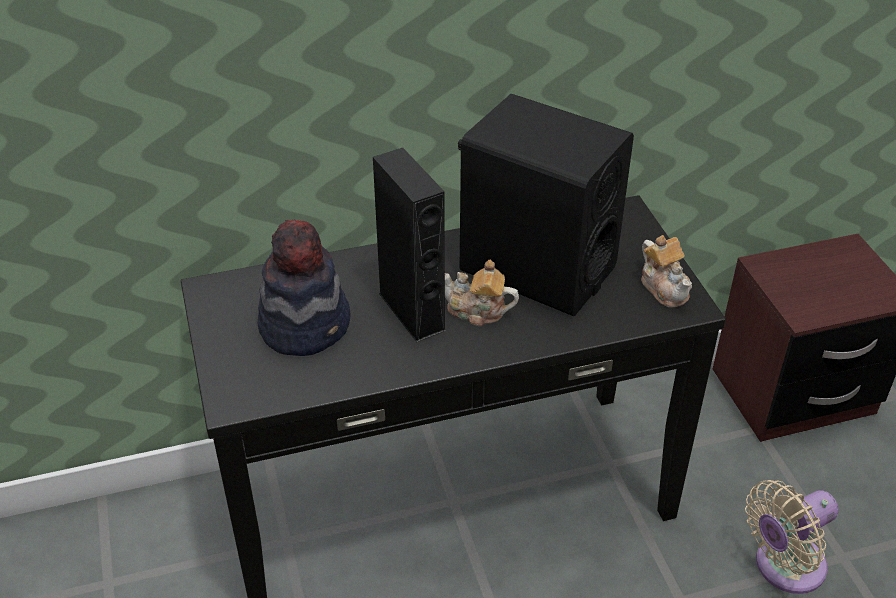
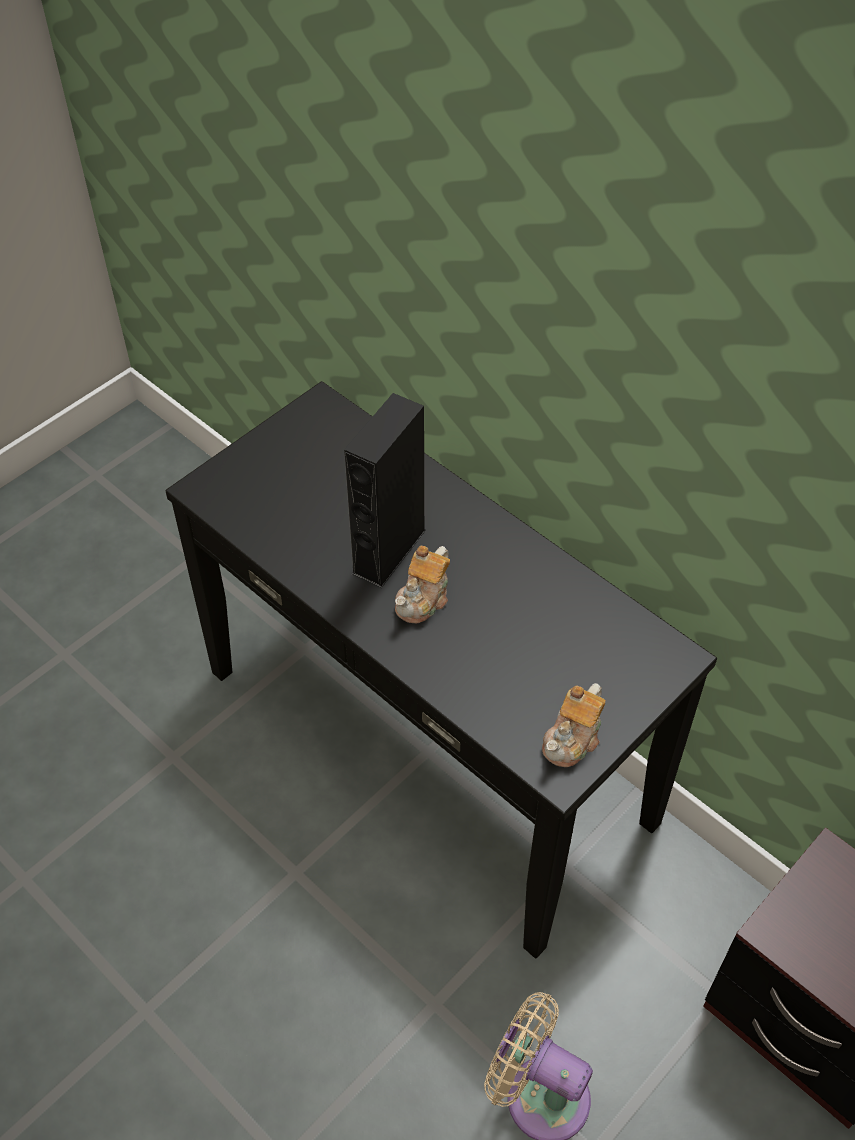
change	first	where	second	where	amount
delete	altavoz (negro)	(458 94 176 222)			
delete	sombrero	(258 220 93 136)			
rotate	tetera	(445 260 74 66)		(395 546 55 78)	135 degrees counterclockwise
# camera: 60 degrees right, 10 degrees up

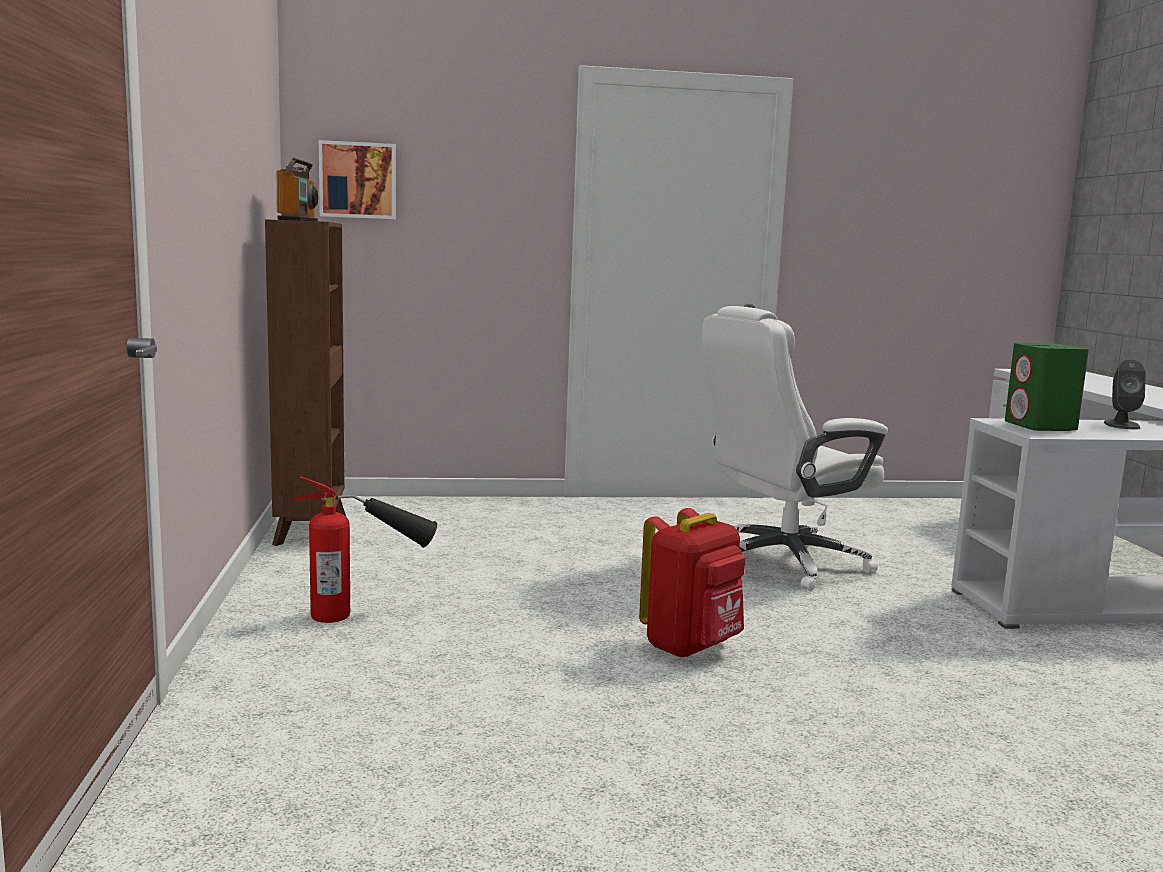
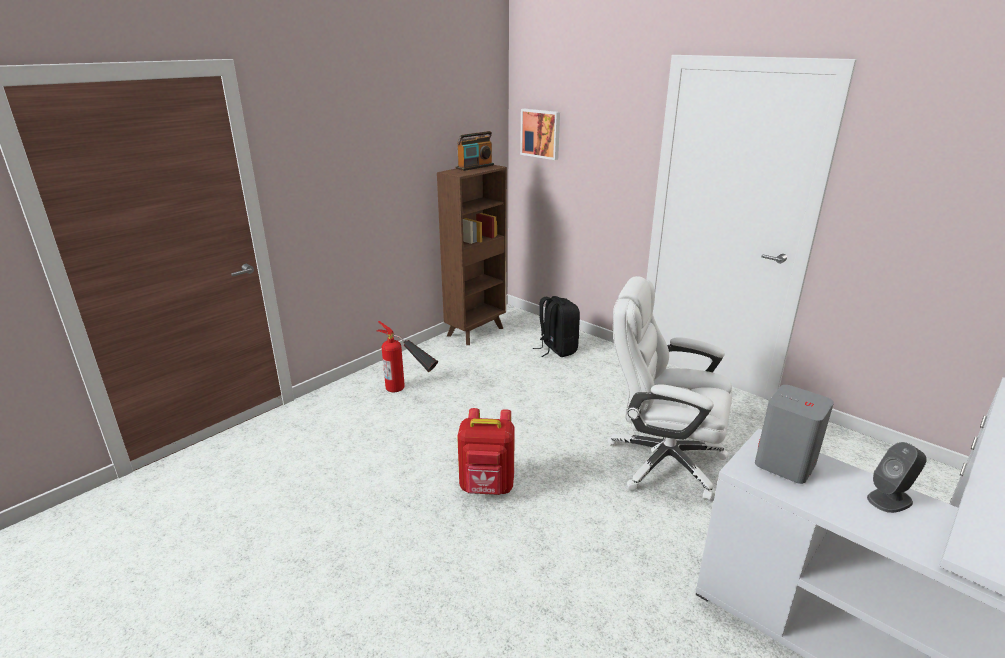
change	first	where	second	where	amount
recolor	altavoz (verde)	(1005 343 84 88)	altavoz (gris)	(755 385 79 99)	
insert			mochila (negro)	(533 296 47 61)	
# camera: 50 degrees right, 15 degrees up

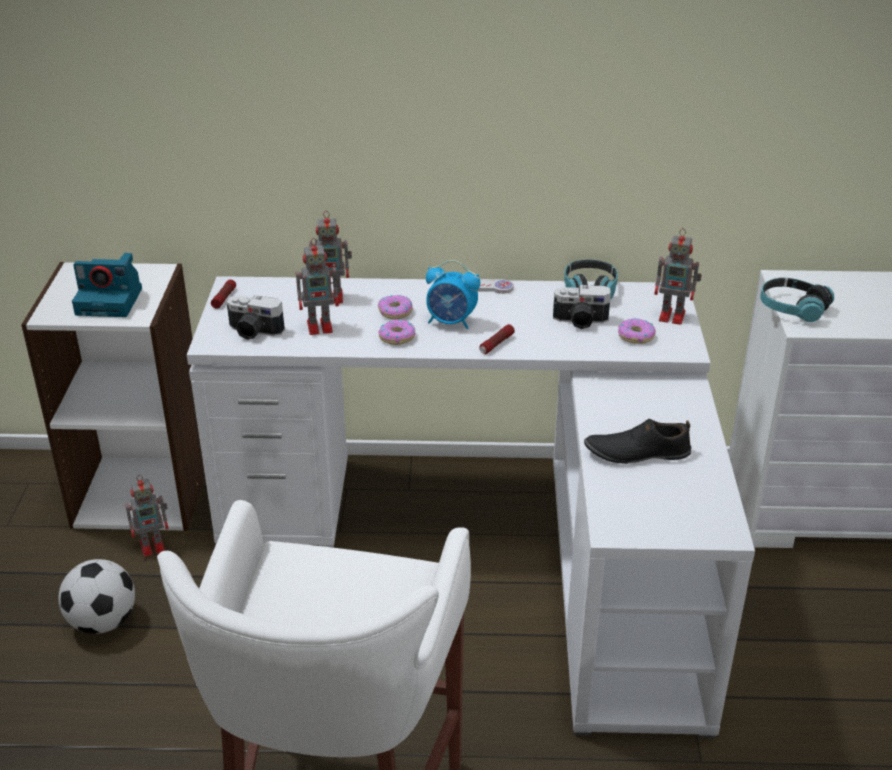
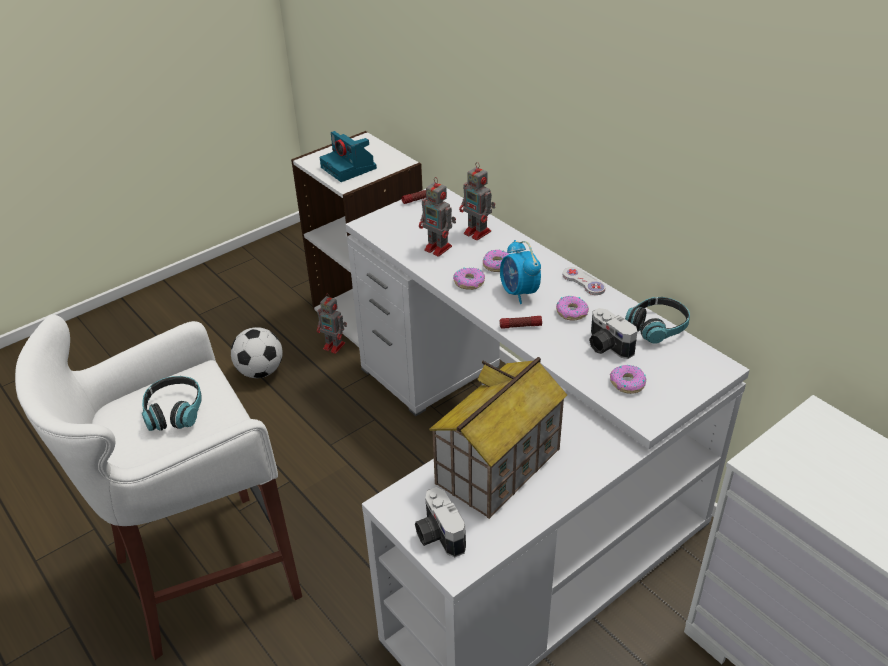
change	first	where	second	where	amount
delete	robot de juguete	(654 228 48 97)			
move	auriculares	(760 278 74 44)		(142 376 60 55)	
move	cámara	(226 295 59 45)		(415 487 51 70)	
replace	zapato (negro)	(584 419 107 45)	casita	(429 357 138 162)	
insert			rosquilla	(556 296 33 25)	
# camera: 50 degrees right, 5 degrees up

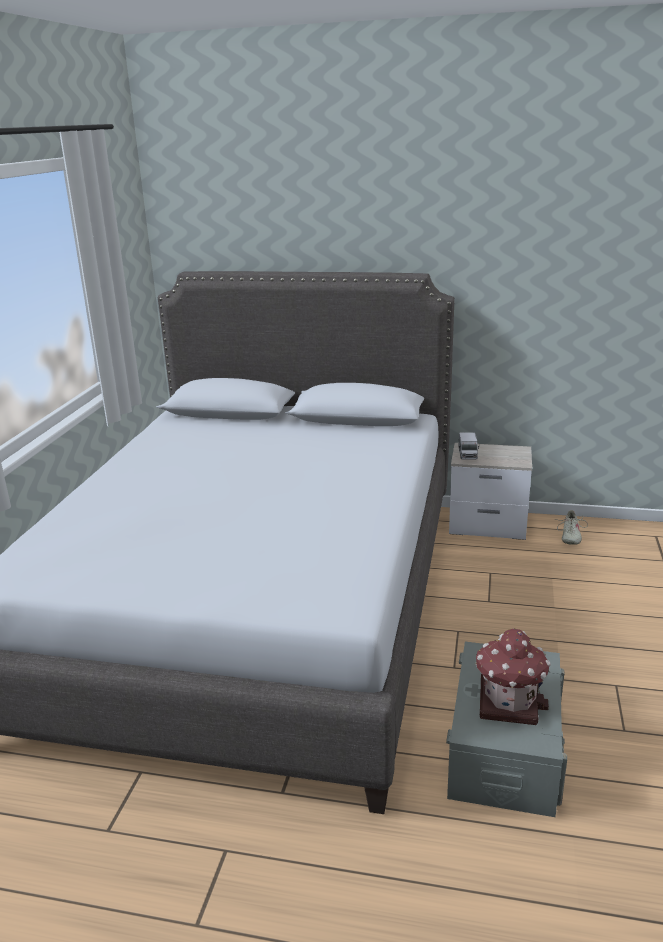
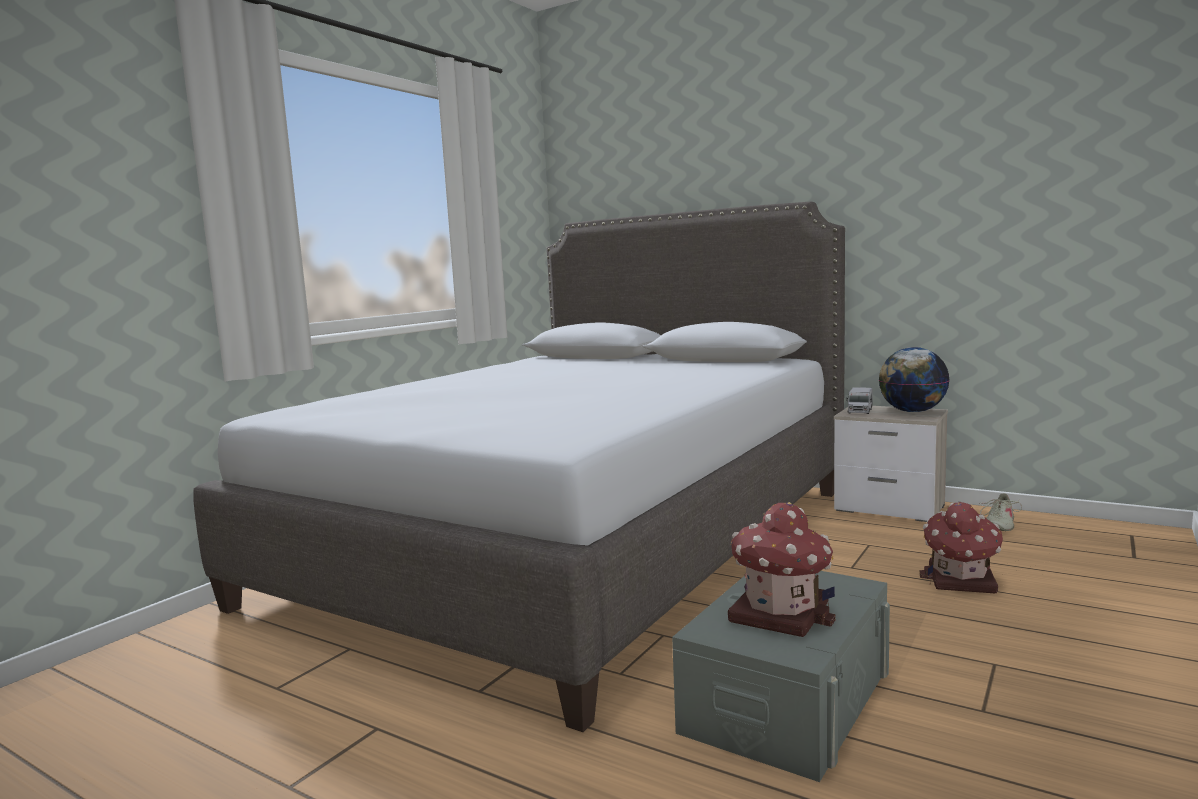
change	first	where	second	where	amount
insert			globo terráqueo	(879 347 71 66)	
insert			casita	(920 501 83 92)	
# camera: 20 degrees right, 15 degrees down

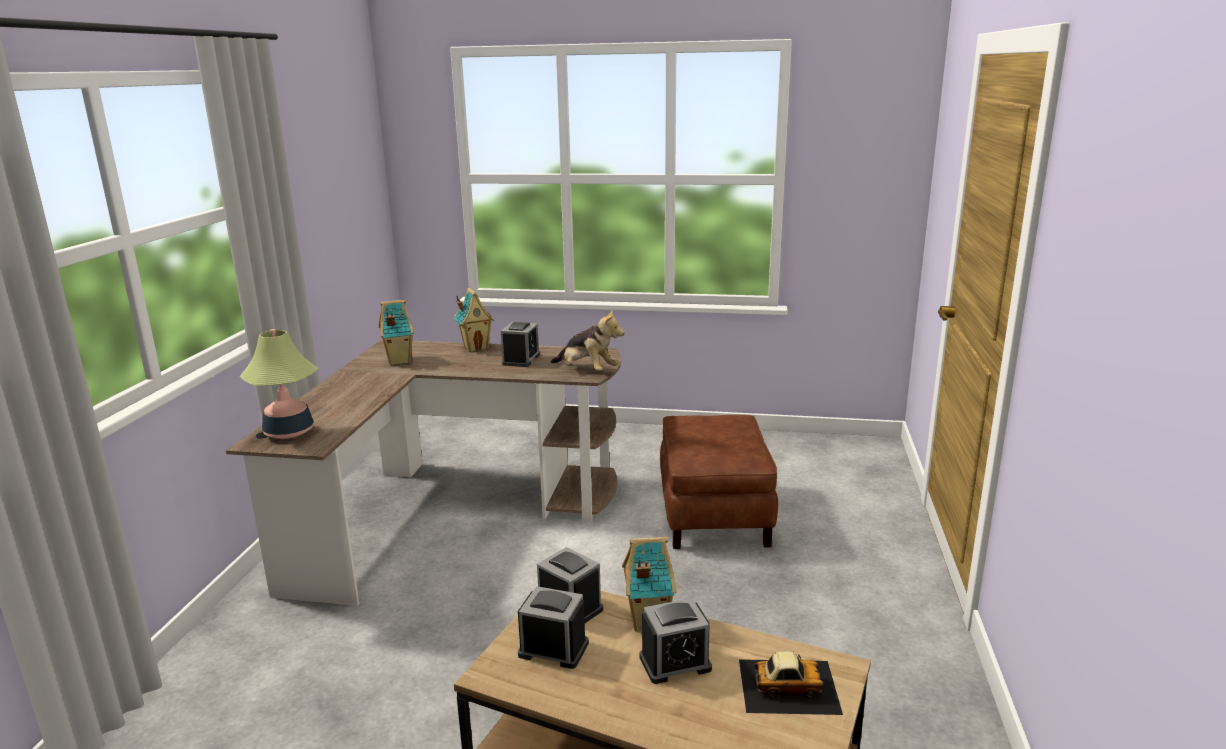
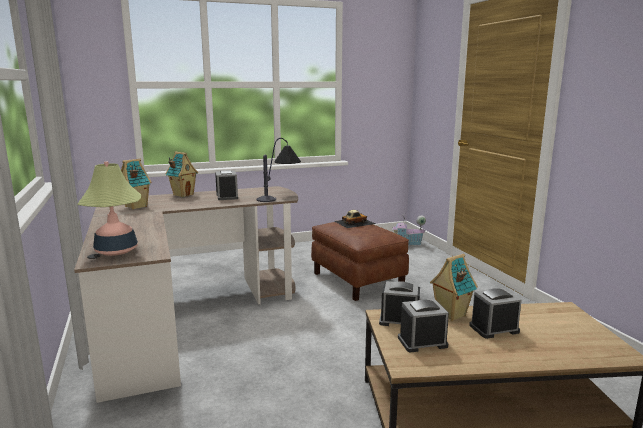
change	first	where	second	where	amount
replace	peluche	(551 309 74 62)	lámpara de mesa	(257 138 44 64)	
rotate	despertador	(639 598 73 86)		(469 288 53 51)	150 degrees counterclockwise
move	coche de juguete	(739 651 104 64)		(334 210 41 18)	
insert			casita	(392 213 34 33)	
# camera: 30 degrees left, 5 degrees down

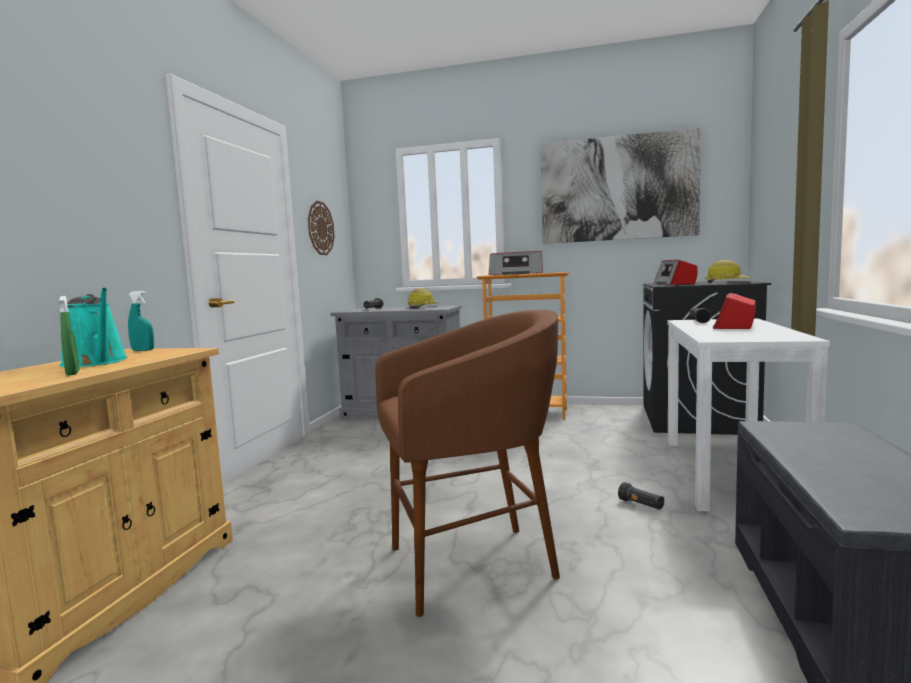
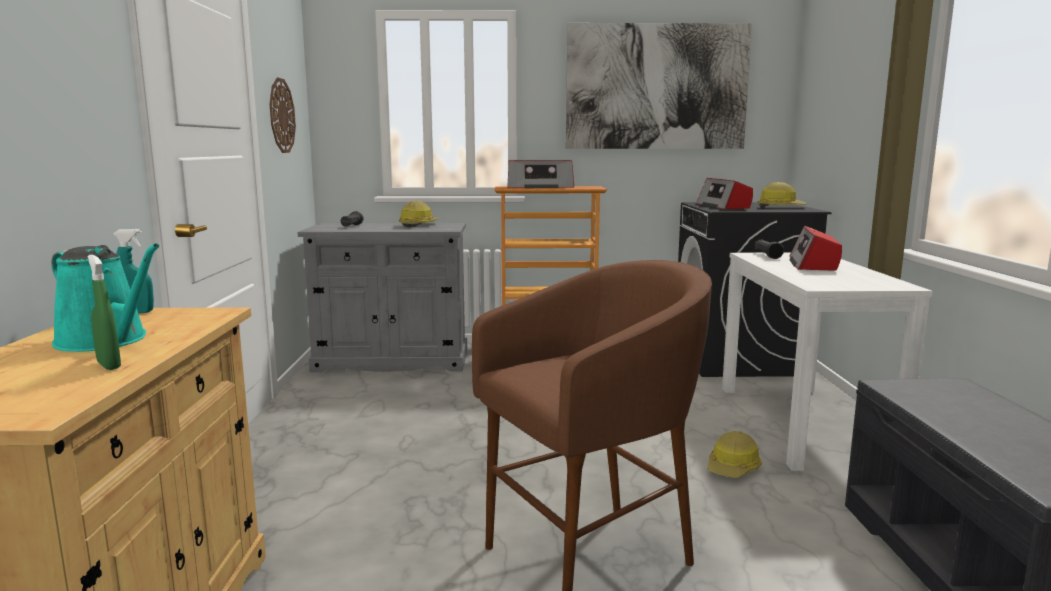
change	first	where	second	where	amount
replace	linterna (negro)	(618 482 46 28)	casco	(707 431 55 47)	
# camera: 15 degrees left, 5 degrees up

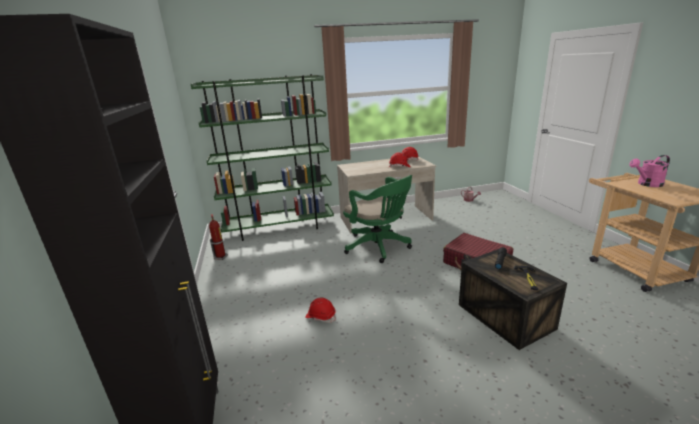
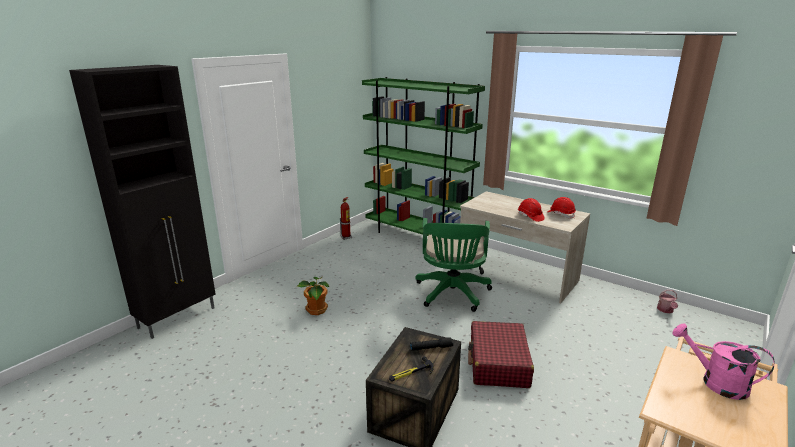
change	first	where	second	where	amount
replace	casco (rojo)	(305 298 31 25)	planta en maceta	(297 277 32 38)	
# camera: 50 degrees right, 0 degrees up

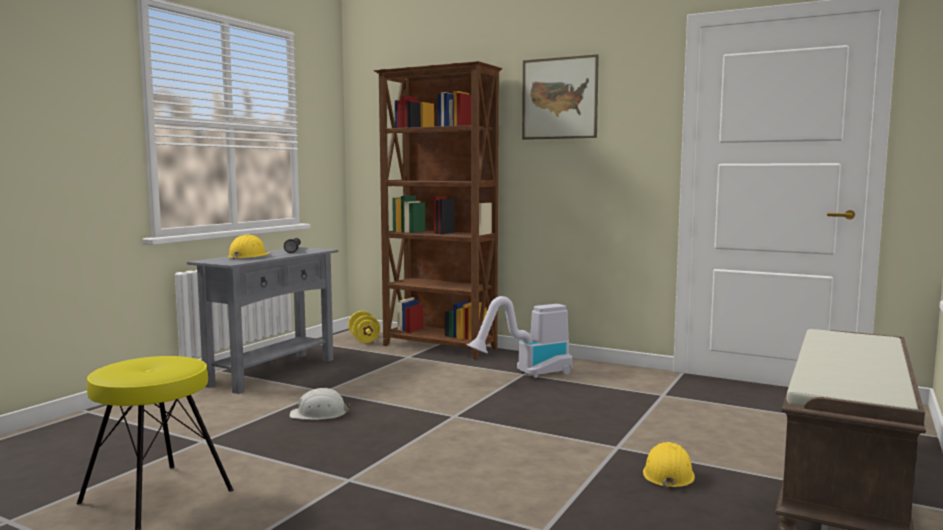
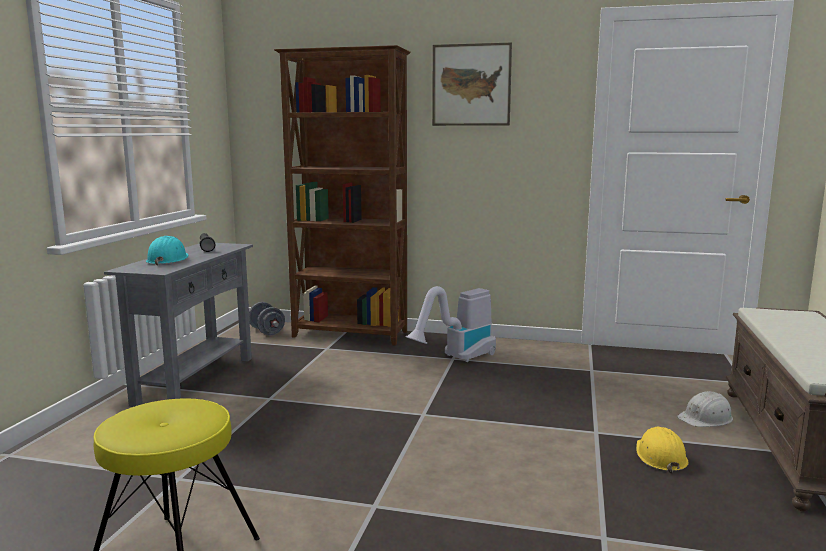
change	first	where	second	where	amount
recolor	casco (amarillo)	(228 234 41 25)	casco (turquesa)	(146 236 42 30)	
recolor	mancuerna (amarillo)	(348 311 32 32)	mancuerna (gris)	(249 302 36 33)	
move	casco (blanco)	(289 388 61 32)		(677 391 56 36)	
# camera: 15 degrees left, 5 degrees up

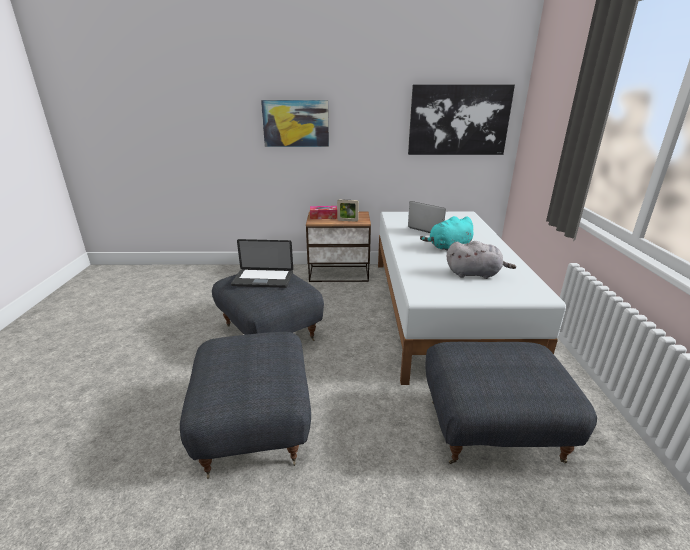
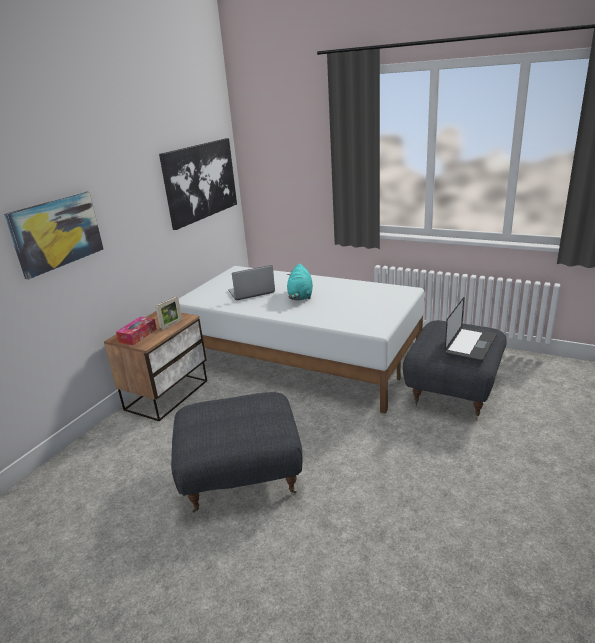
change	first	where	second	where	amount
move	portátil	(231 239 62 49)		(445 297 52 65)	
delete	peluche (gris)	(447 241 69 38)			
delete	puf (gris)	(180 332 131 147)			
# camera: 60 degrees left, 0 degrees up

